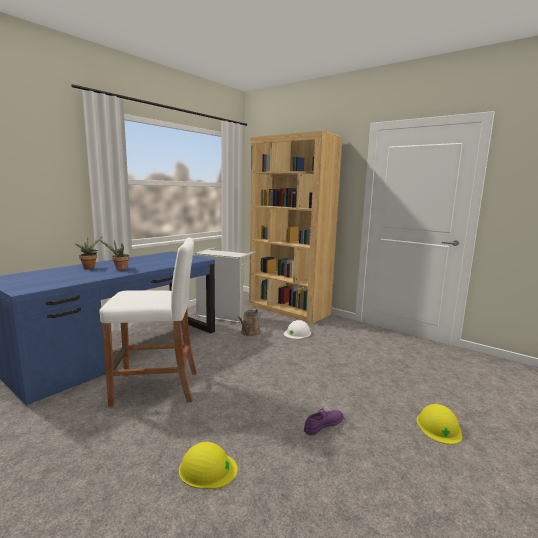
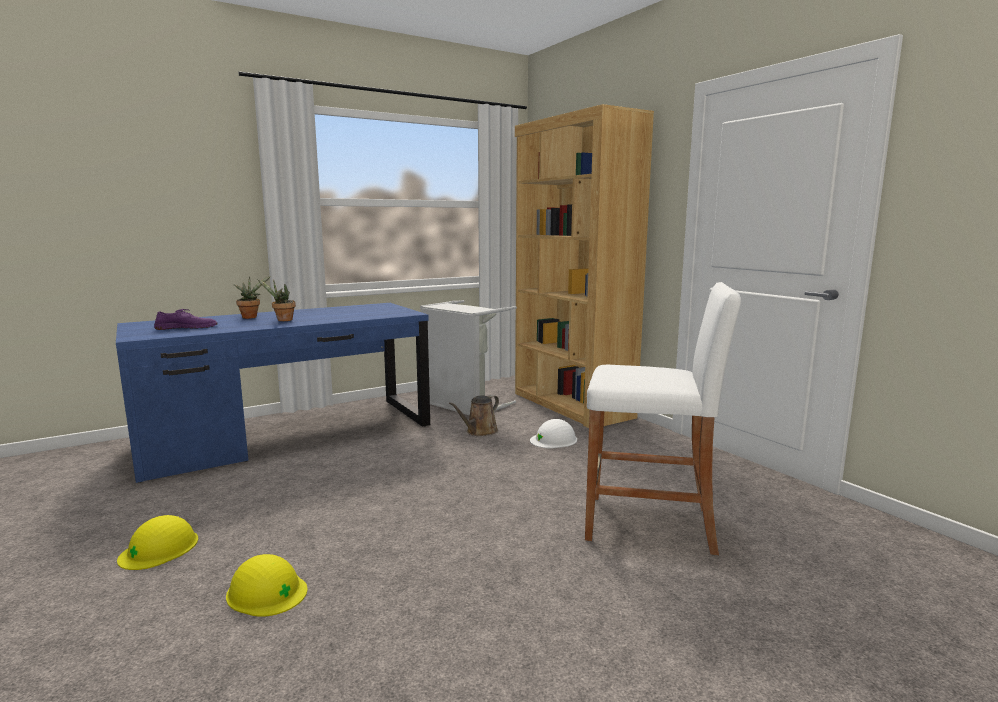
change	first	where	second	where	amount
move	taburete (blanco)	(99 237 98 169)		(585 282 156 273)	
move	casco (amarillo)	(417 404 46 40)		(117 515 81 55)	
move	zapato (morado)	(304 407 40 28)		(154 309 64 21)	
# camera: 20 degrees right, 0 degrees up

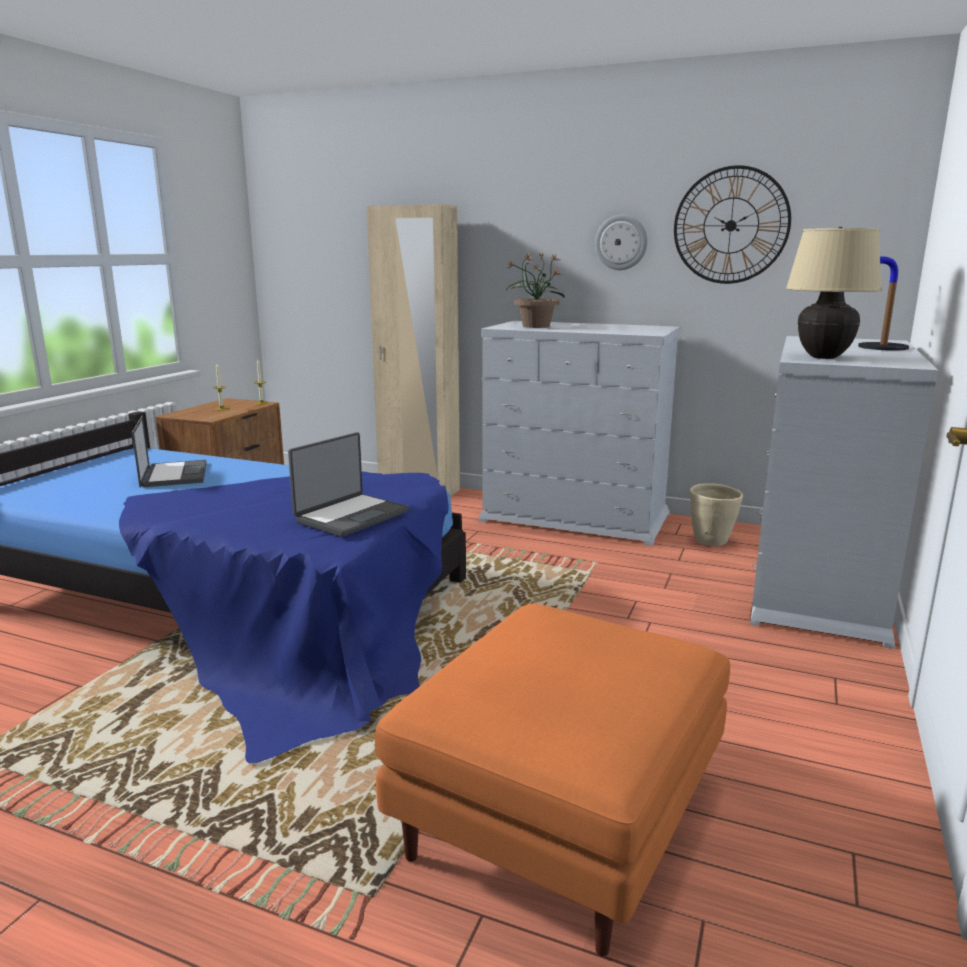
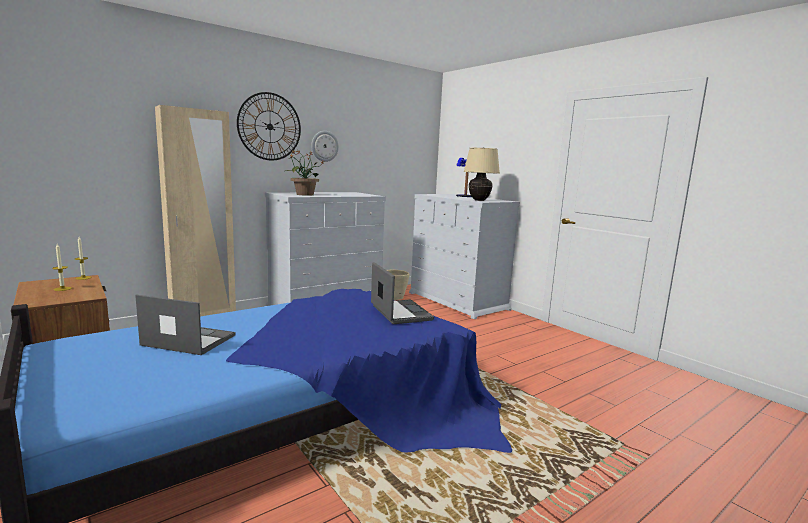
change	first	where	second	where	amount
move	reloj de pared	(674 165 117 119)		(237 92 64 68)	
delete	puf (naranja)	(375 604 355 353)			
# camera: 60 degrees left, 5 degrees down

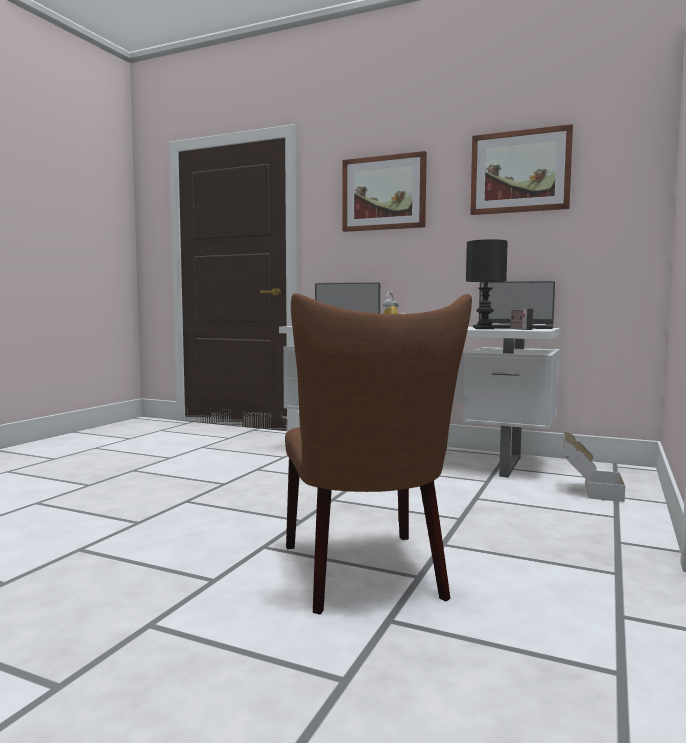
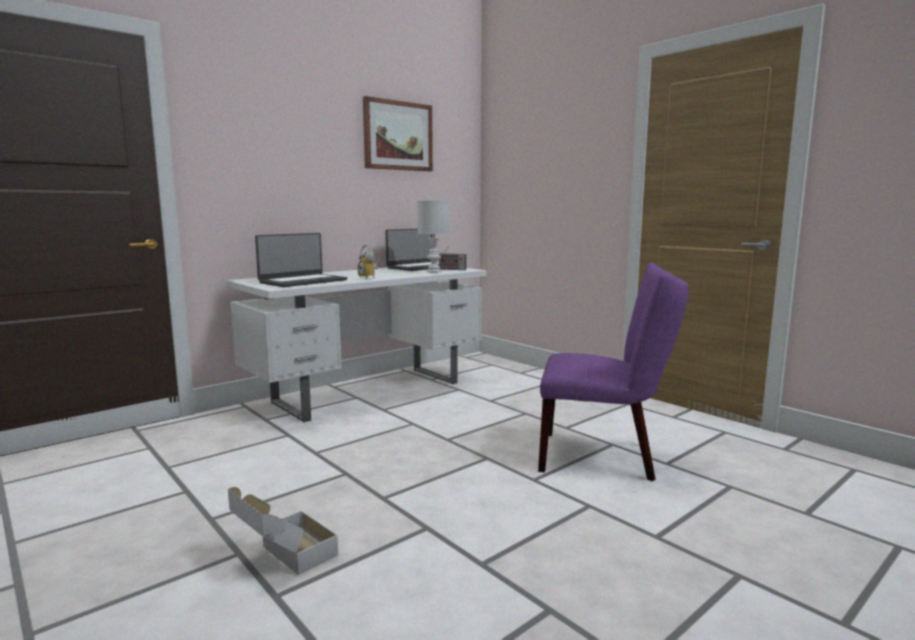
change	first	where	second	where	amount
delete	cuadro	(342 151 85 81)			
recolor	lámpara de mesa (negro)	(466 239 42 90)	lámpara de mesa (blanco)	(417 201 33 72)	
recolor	silla (marrón)	(285 293 187 321)	silla (morado)	(538 263 150 218)	
move	caja de cartón	(563 432 62 70)		(228 487 110 88)	
# camera: 65 degrees left, 5 degrees up

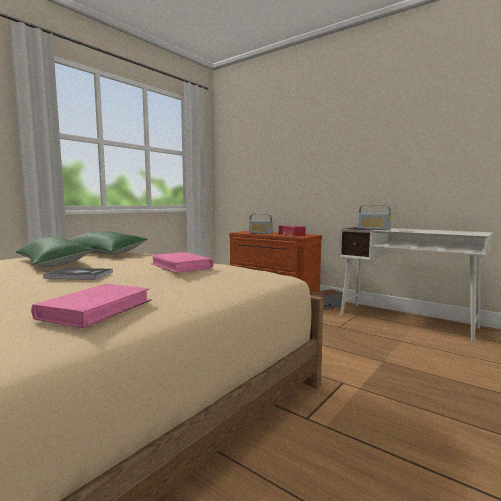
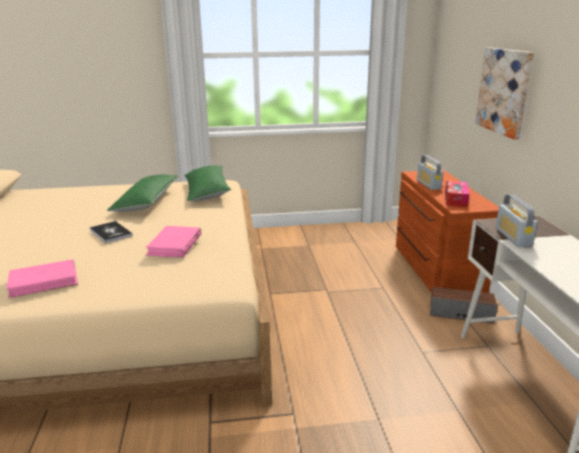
change	first	where	second	where	amount
insert			cuadro	(475 47 59 92)	
# camera: 45 degrees right, 15 degrees up

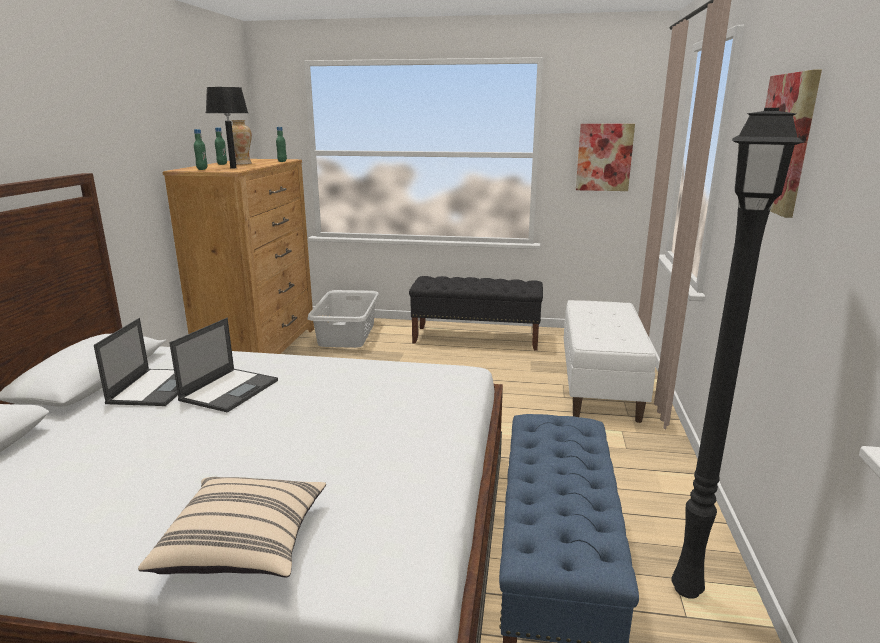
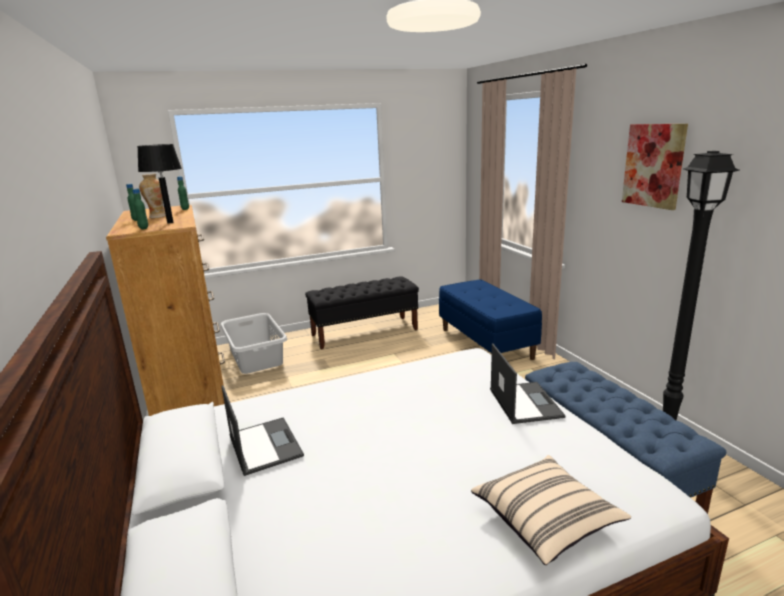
change	first	where	second	where	amount
delete	cuadro	(576 124 59 67)			
recolor	banco (blanco)	(564 300 92 123)	banco (azul)	(439 279 103 81)	
move	portátil	(169 318 109 95)		(490 343 76 81)	
# camera: 30 degrees left, 0 degrees up

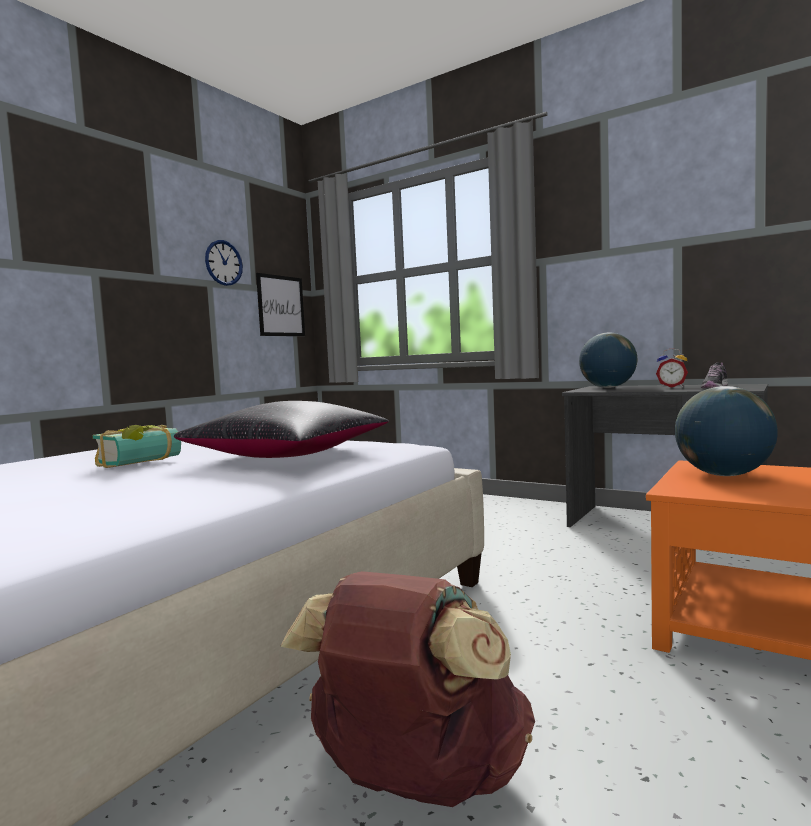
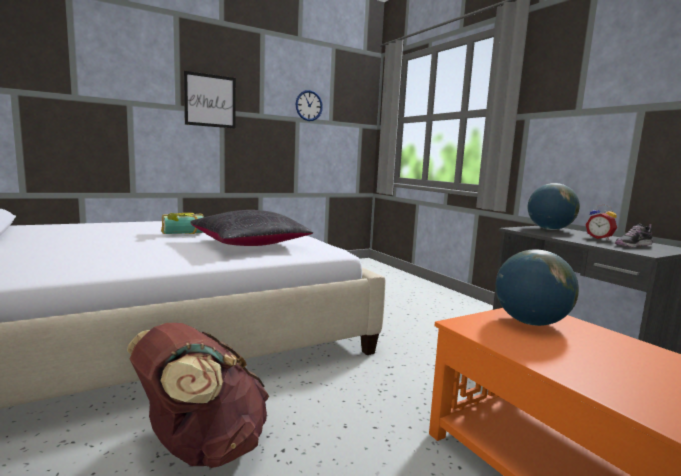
change	first	where	second	where	amount
move	cuadro	(256 273 49 63)		(184 71 52 58)	
# camera: 25 degrees right, 5 degrees up

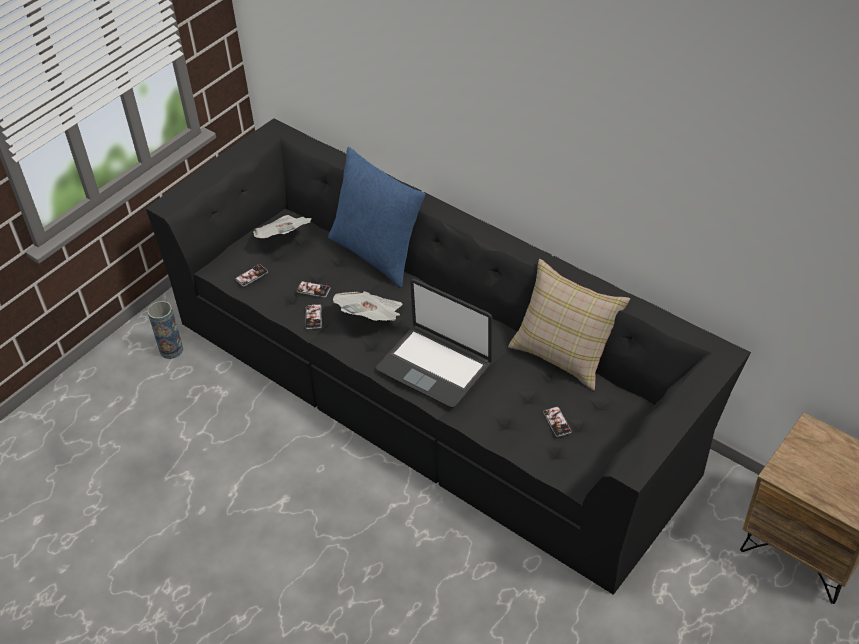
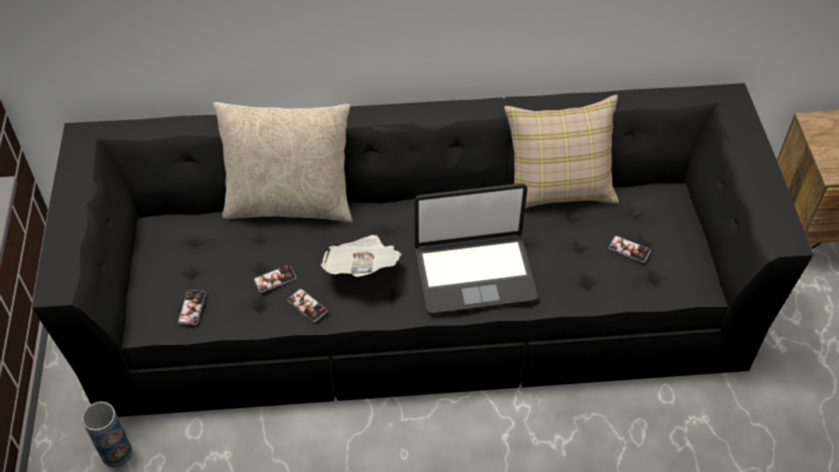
change	first	where	second	where	amount
recolor	cojín (azul)	(328 147 97 141)	cojín (beis)	(213 102 140 120)	
delete	periódico	(253 215 59 23)			
# camera: 45 degrees left, 5 degrees up

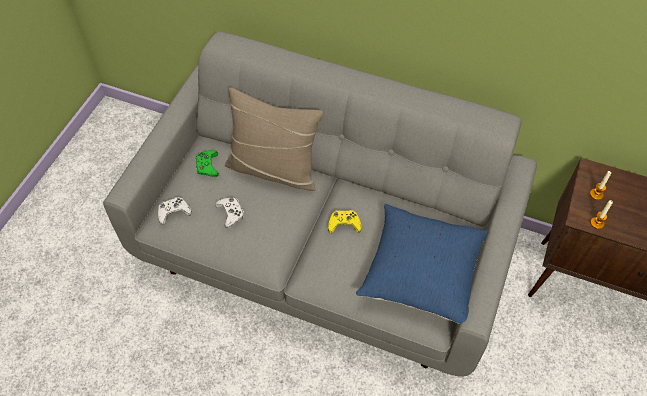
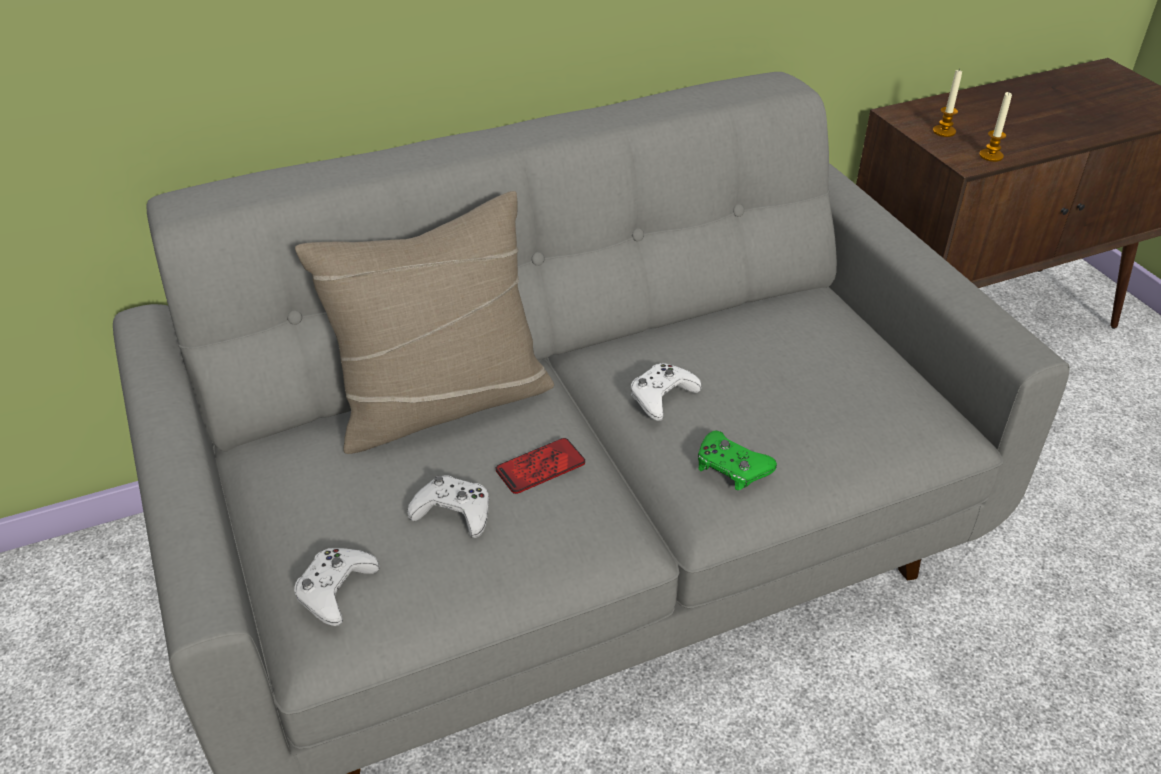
change	first	where	second	where	amount
move	mando de consola (verde)	(196 150 23 27)		(698 430 79 60)	
delete	cojín (azul)	(356 204 133 120)			
recolor	mando de consola (amarillo)	(328 210 34 23)	mando de consola (blanco)	(631 363 71 58)	
insert			móvil	(496 438 89 56)	
# camera: 45 degrees left, 15 degrees down

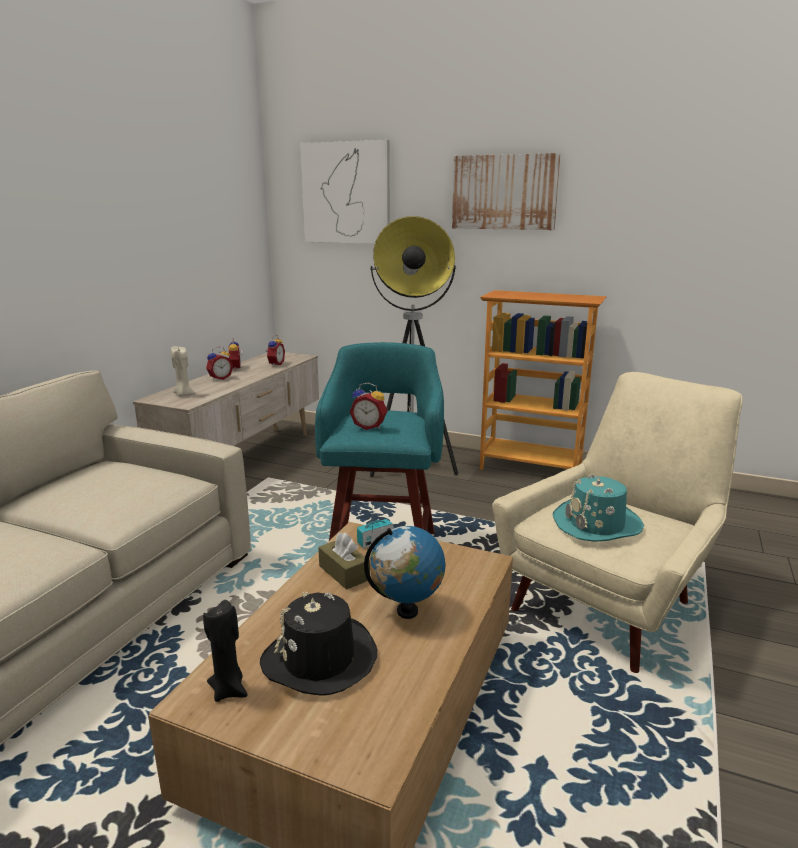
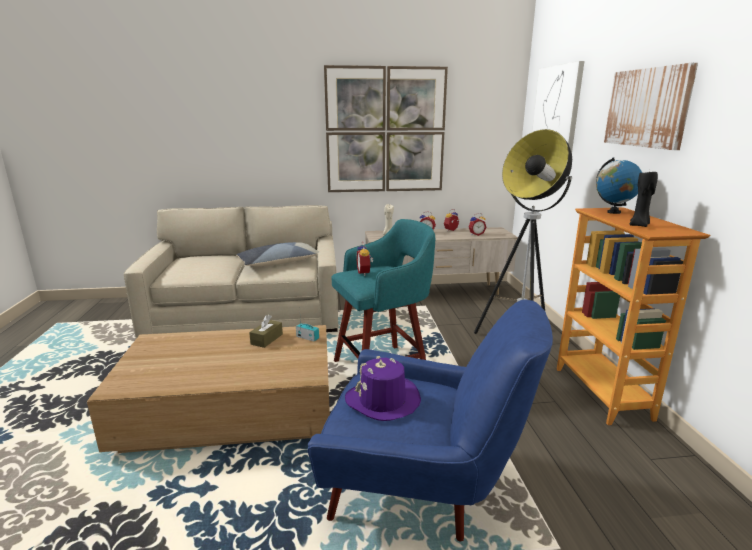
change	first	where	second	where	amount
recolor	sillón (beis)	(492 372 251 301)	sillón (azul)	(308 299 245 243)	
recolor	sombrero (turquesa)	(552 474 92 68)	sombrero (morado)	(345 356 76 65)	
move	globo terráqueo	(364 526 82 93)		(596 157 46 57)	
delete	sombrero (negro)	(260 592 117 103)			
move	vela (negro)	(203 600 45 102)		(630 170 28 57)	
insert			cuadro	(324 65 124 127)	
insert			cojín	(236 242 83 24)	
# camera: 60 degrees right, 0 degrees up

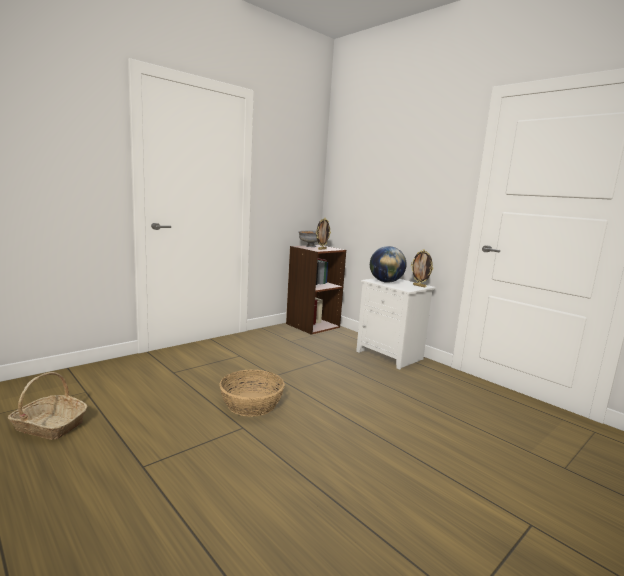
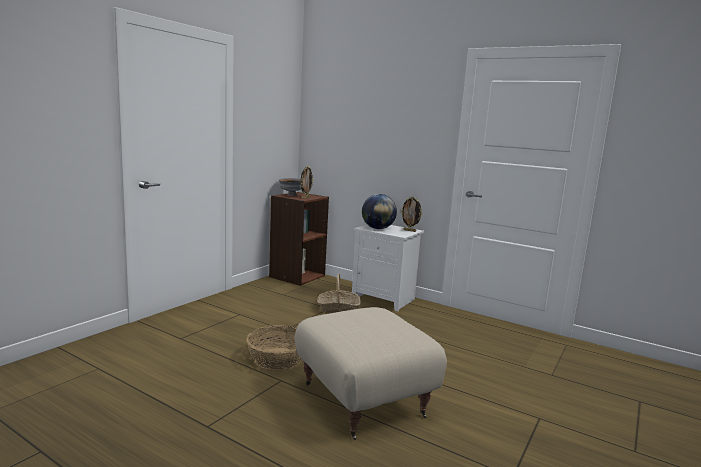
change	first	where	second	where	amount
move	cesta	(8 372 80 68)		(317 273 44 40)	
insert			puf (beis)	(295 307 152 133)	
# camera: 15 degrees left, 0 degrees up

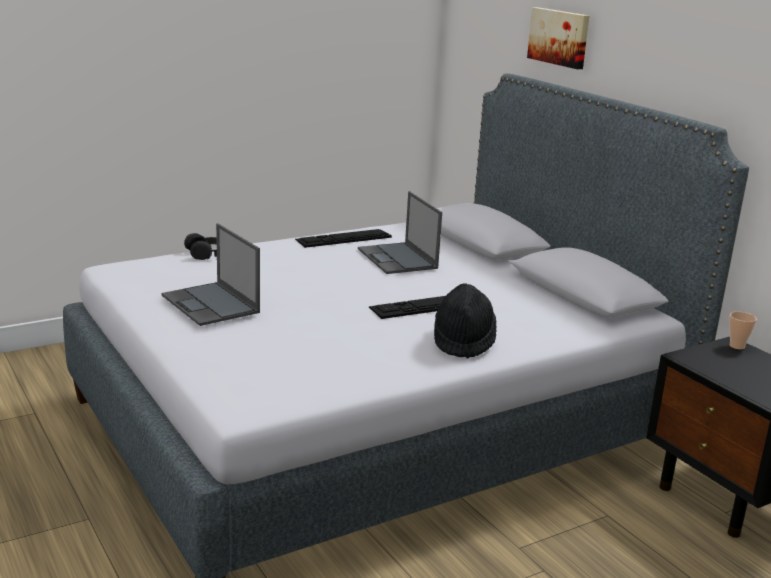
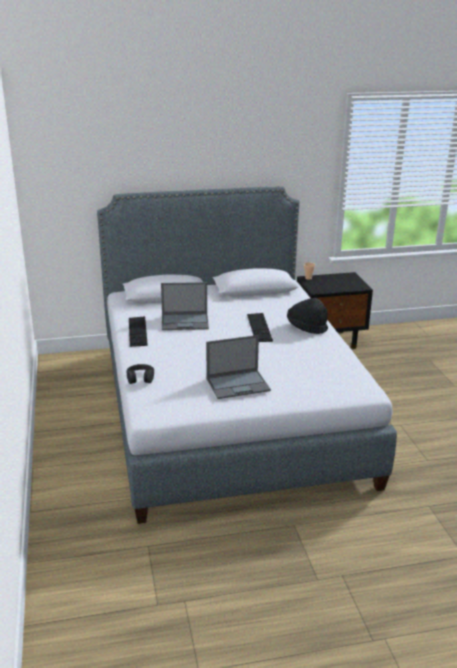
change	first	where	second	where	amount
delete	cuadro	(527 7 63 62)			
# camera: 70 degrees left, 5 degrees up

